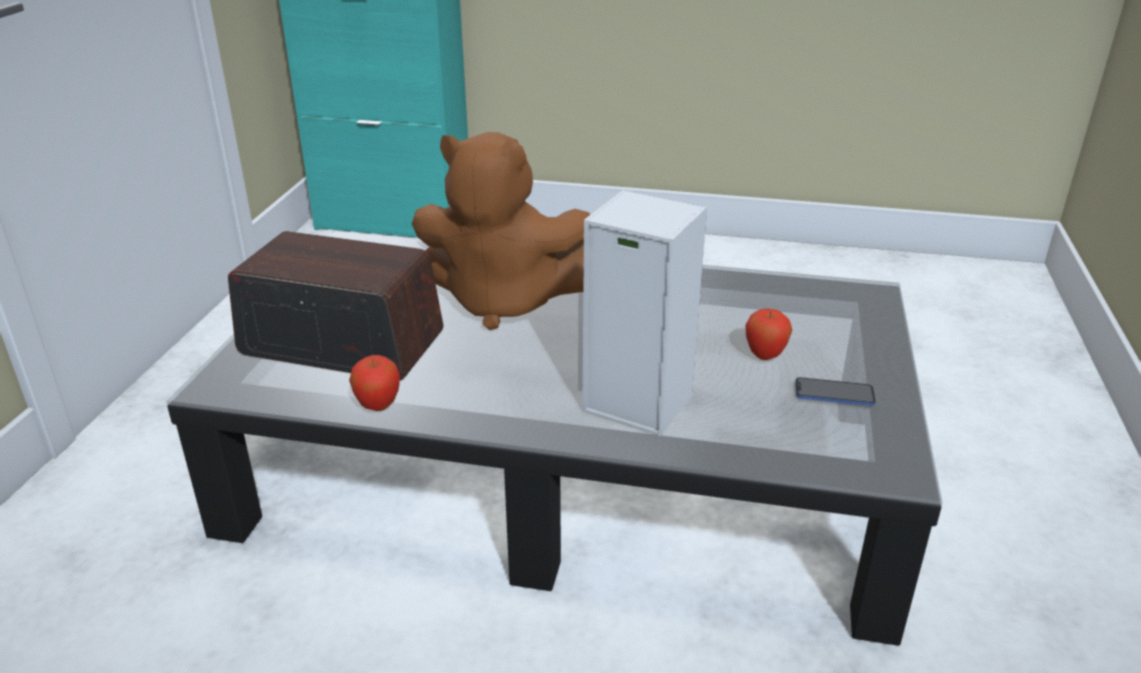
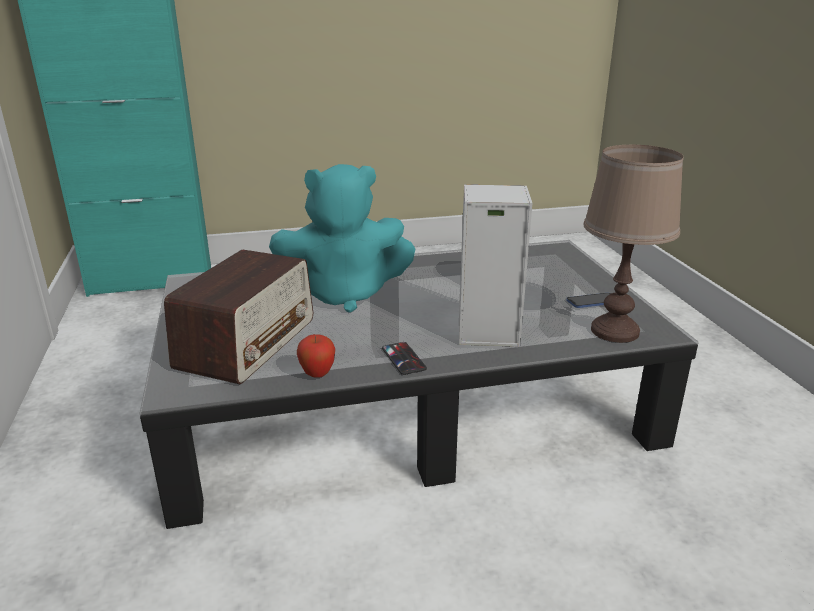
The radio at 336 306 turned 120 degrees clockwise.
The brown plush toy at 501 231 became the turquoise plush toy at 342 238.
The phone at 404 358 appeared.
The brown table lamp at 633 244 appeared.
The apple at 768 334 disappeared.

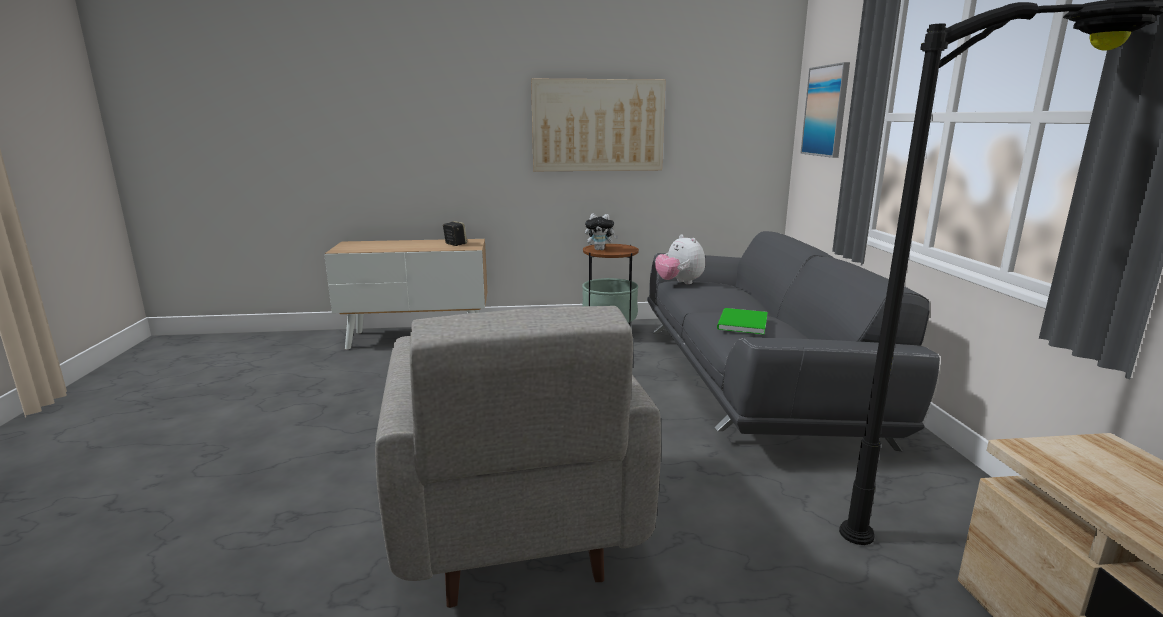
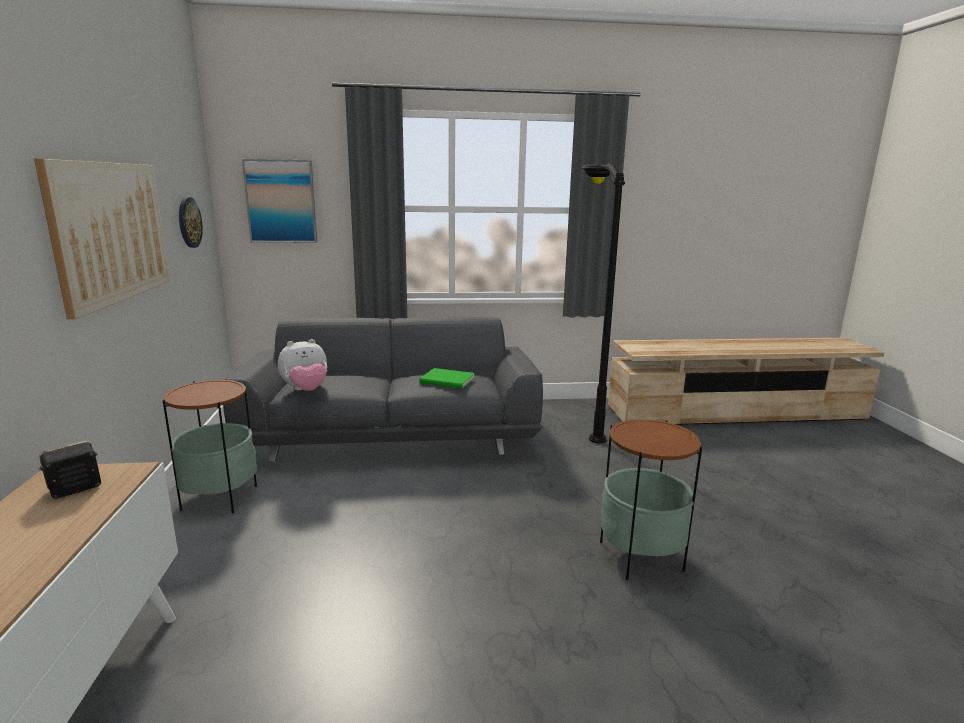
The wall clock at 191 222 appeared.
The grey armchair at 518 457 was replaced by the side table at 651 499.
The plush toy at 601 231 disappeared.

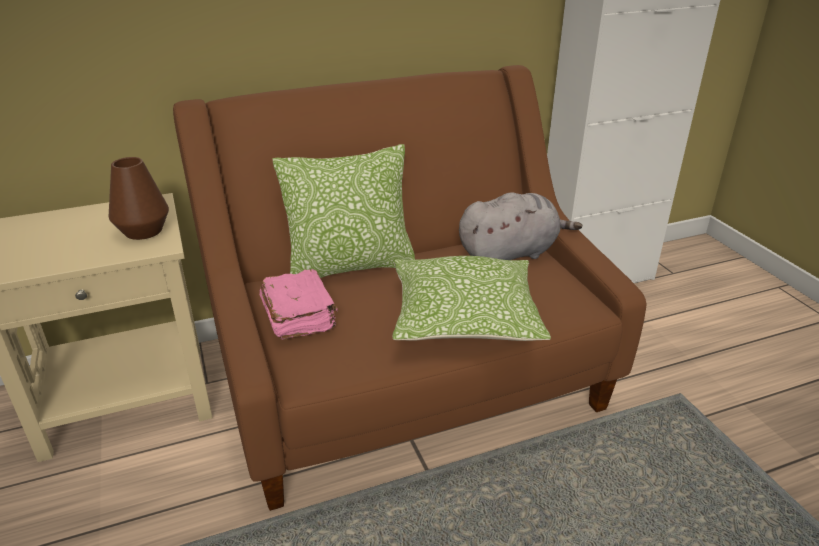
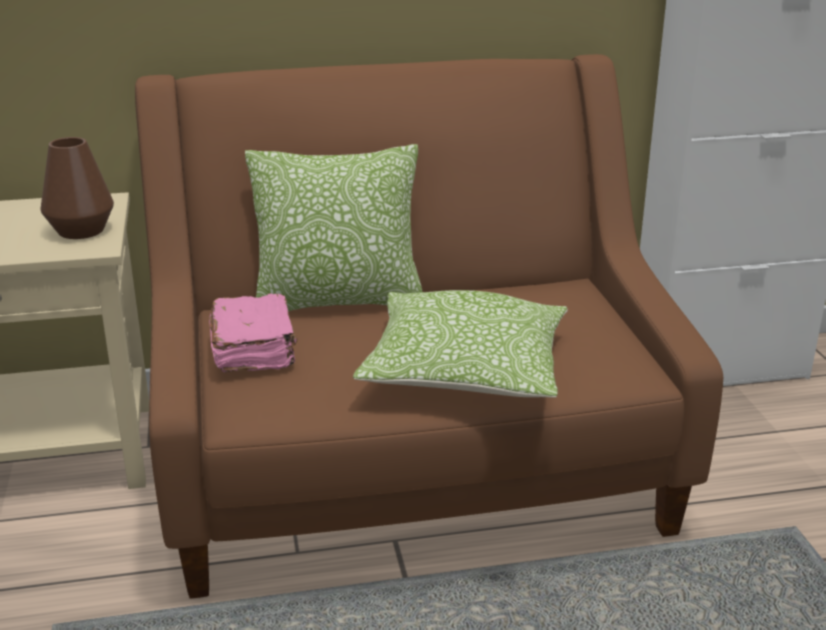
The grey plush toy at 520 226 disappeared.

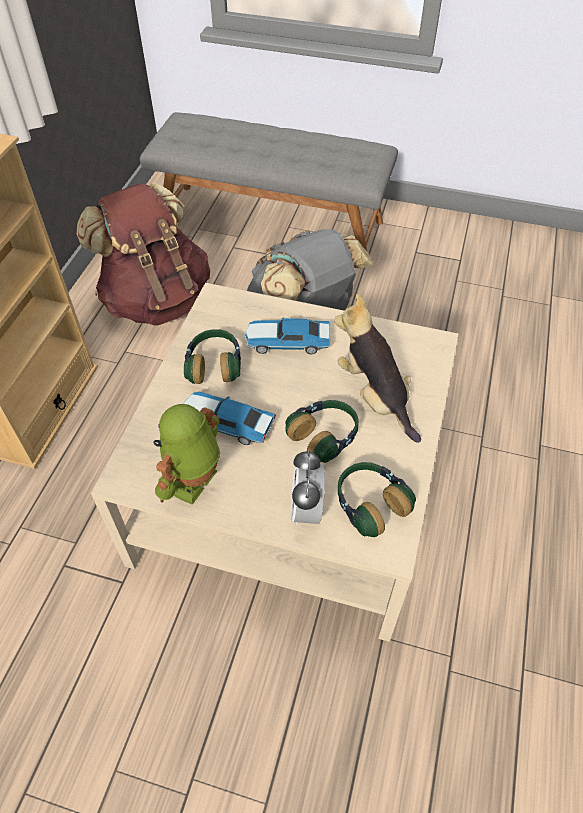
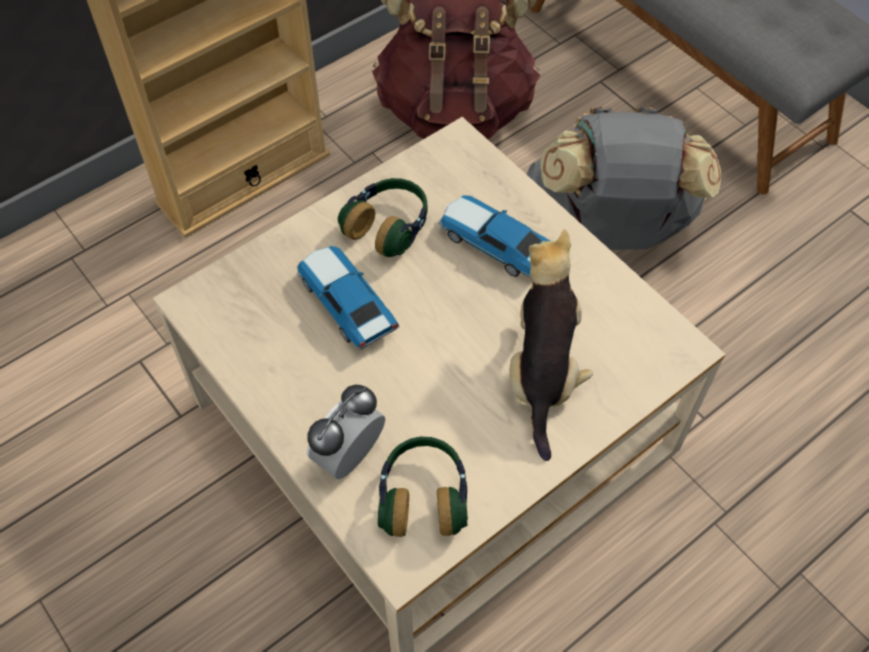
The toy robot at 186 454 disappeared.
The headphones at 322 431 disappeared.

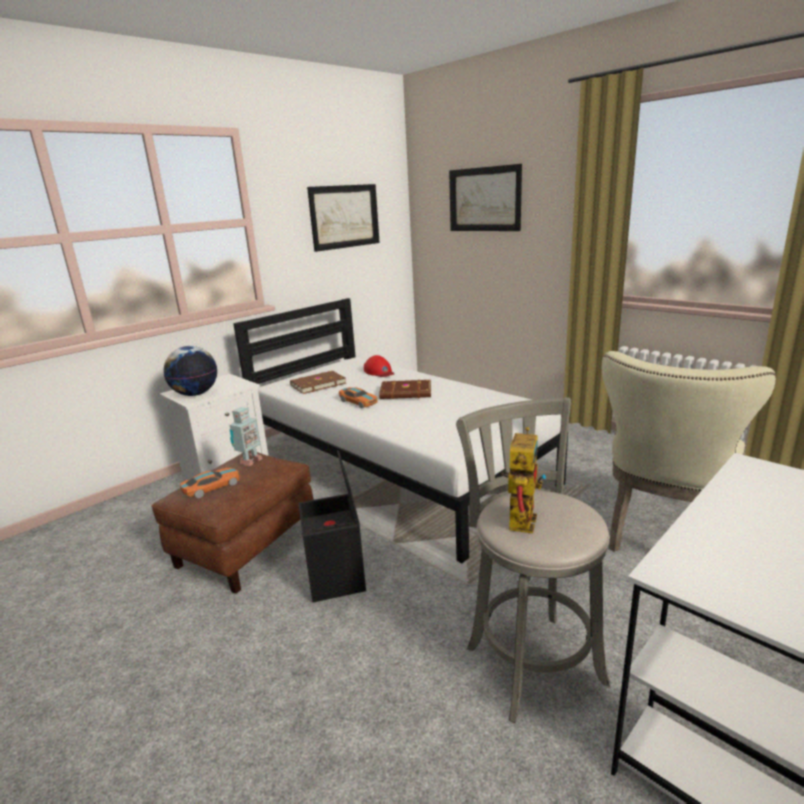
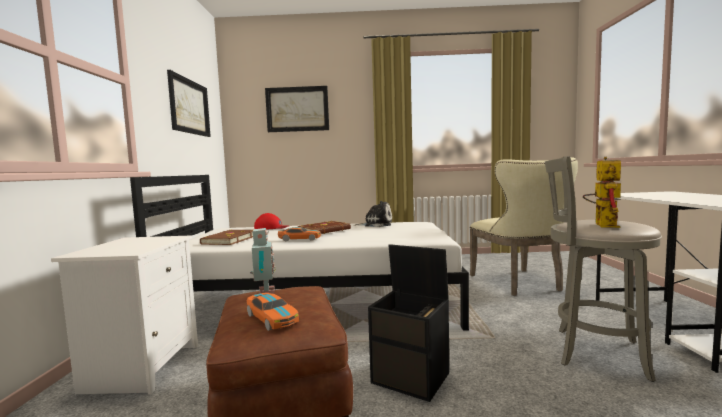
The toy car at 209 483 turned 135 degrees clockwise.
The plush toy at 373 214 appeared.
The toy robot at 523 480 turned 45 degrees clockwise.
The globe at 190 371 disappeared.

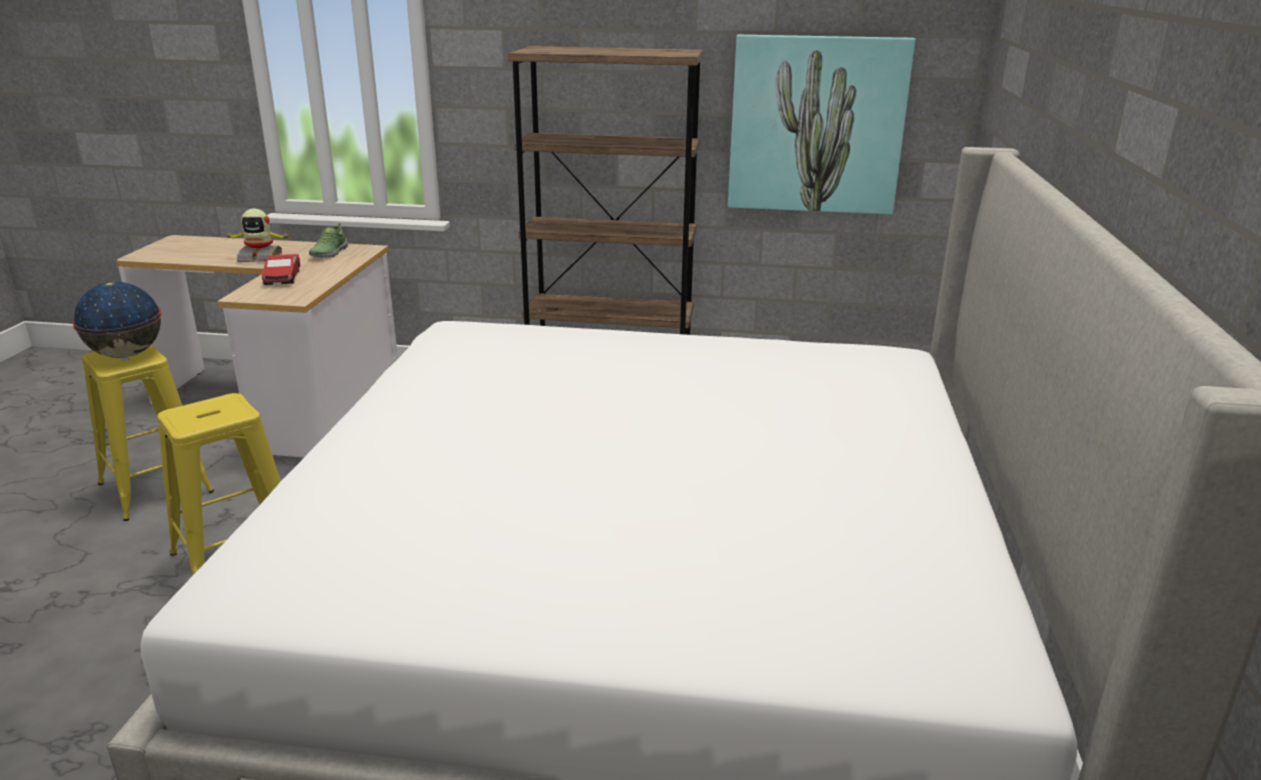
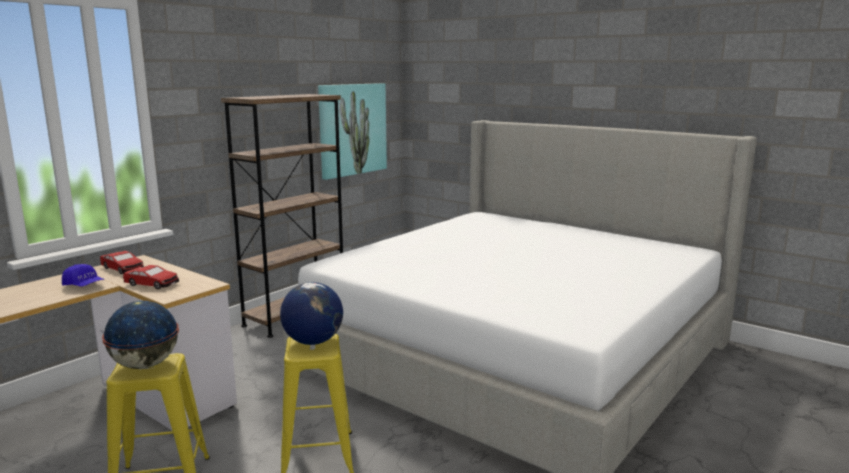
The toy robot at 257 235 was replaced by the blue cap at 83 275.
The shoe at 328 240 was replaced by the toy car at 122 262.
The globe at 311 313 appeared.

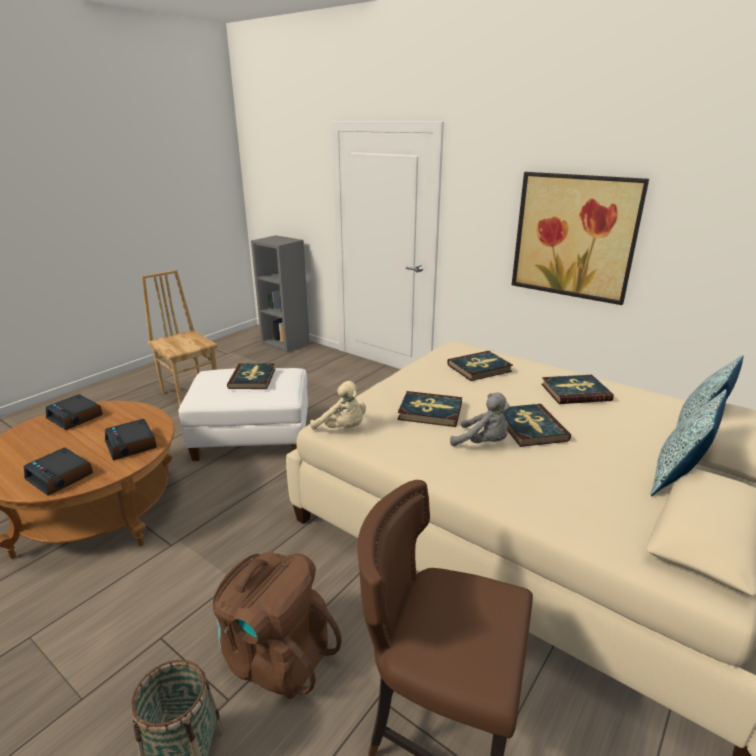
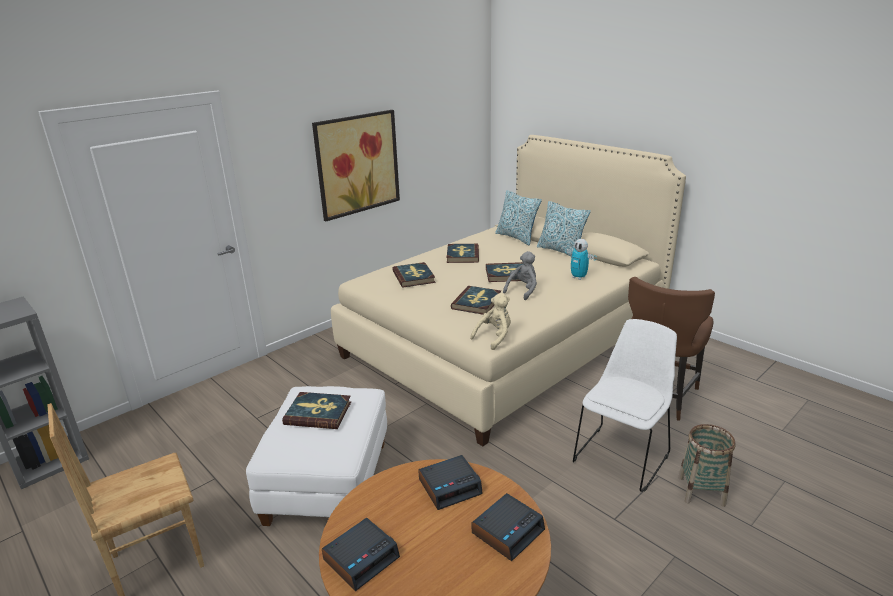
The toy robot at 581 259 appeared.
The brown backpack at 277 625 was replaced by the white chair at 625 405.

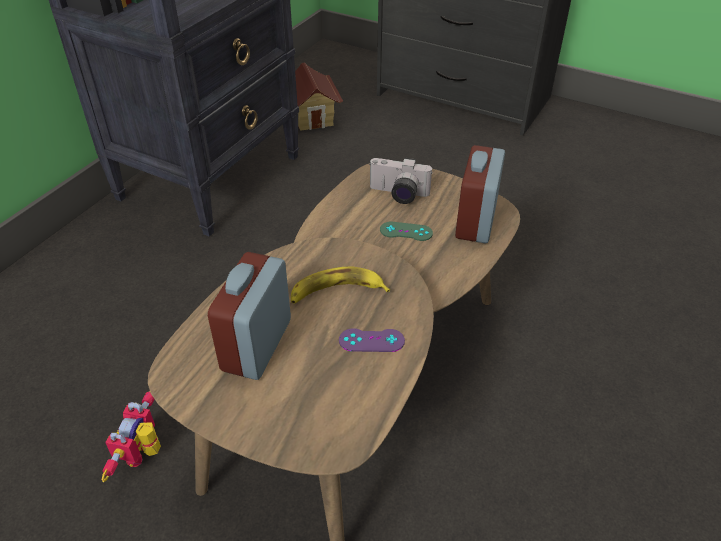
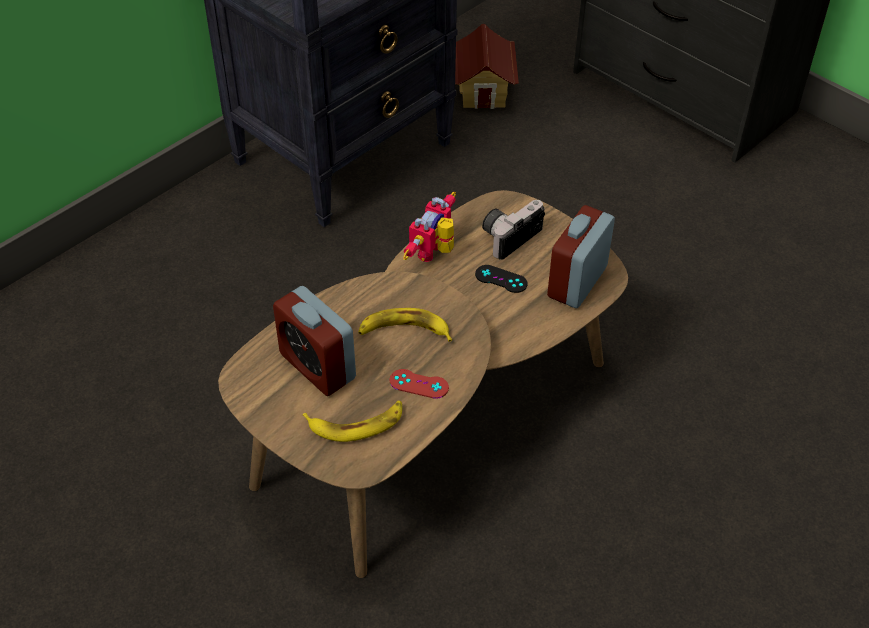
The alarm clock at 249 316 turned 75 degrees counterclockwise.
The banana at 352 421 appeared.
The purple game controller at 372 340 became the red game controller at 419 384.
The toy robot moved from 131 437 to 429 227.
The green game controller at 406 231 became the black game controller at 501 279.
The photo camera at 401 181 turned 105 degrees clockwise.

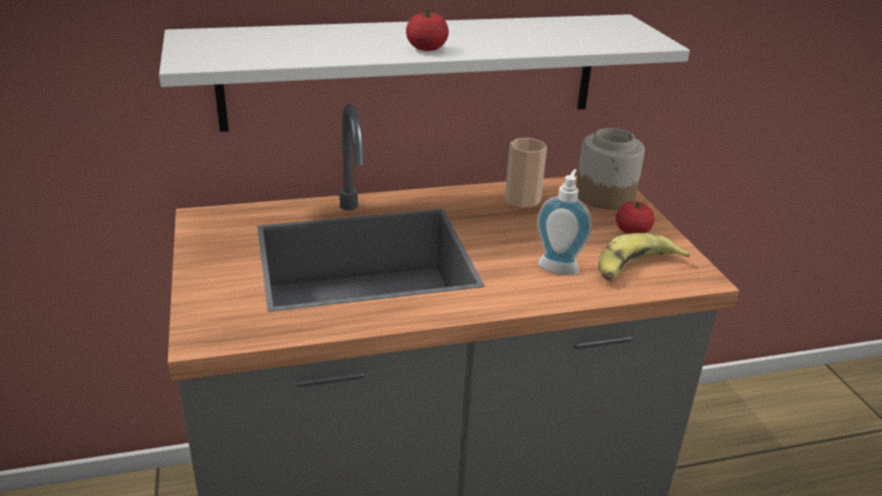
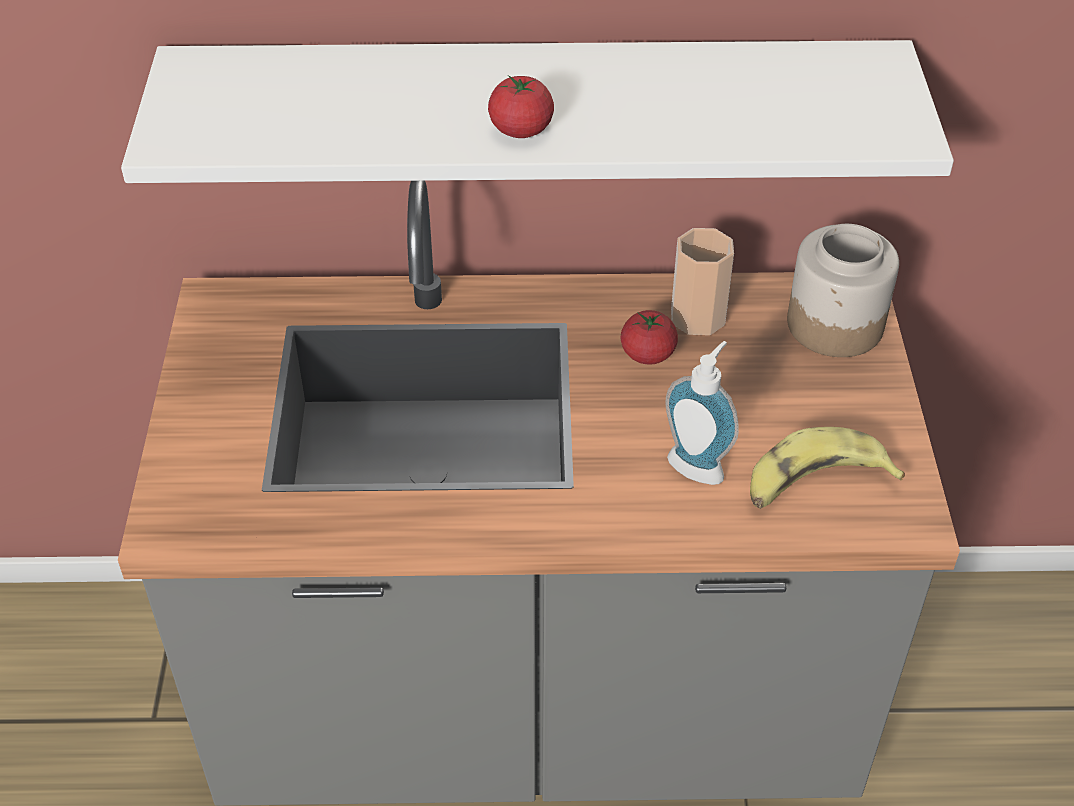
The tomato moved from 635 217 to 649 337.

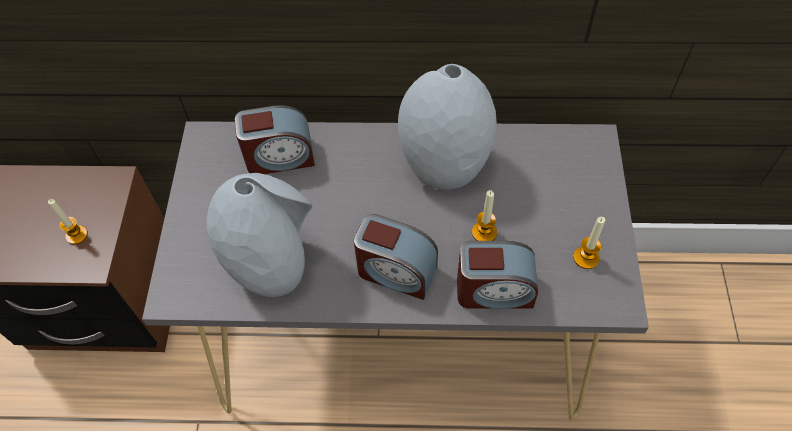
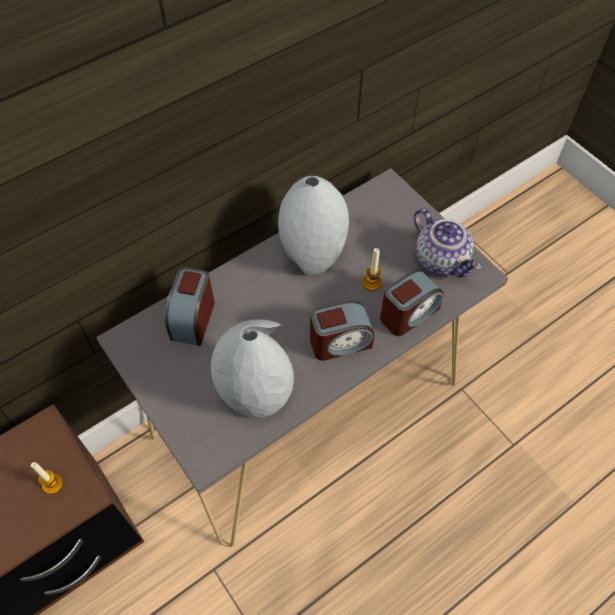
The alarm clock at 275 139 turned 150 degrees clockwise.
The candle at 589 243 was replaced by the teapot at 448 243.

